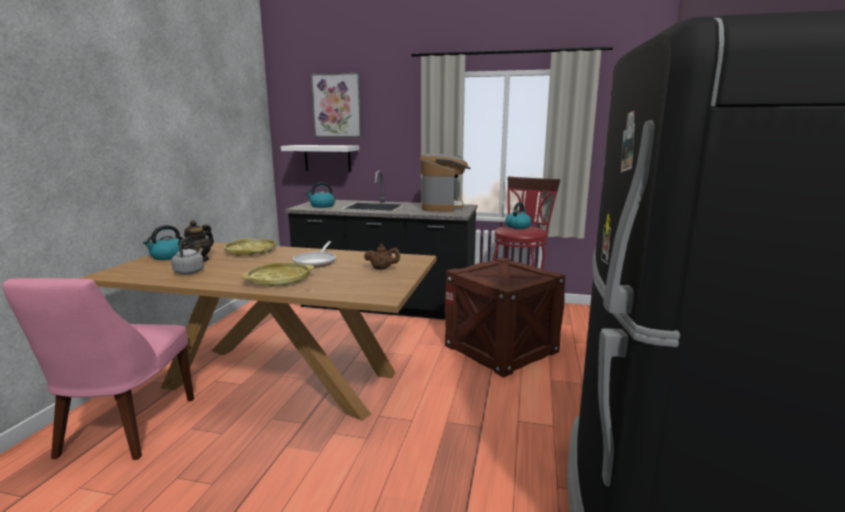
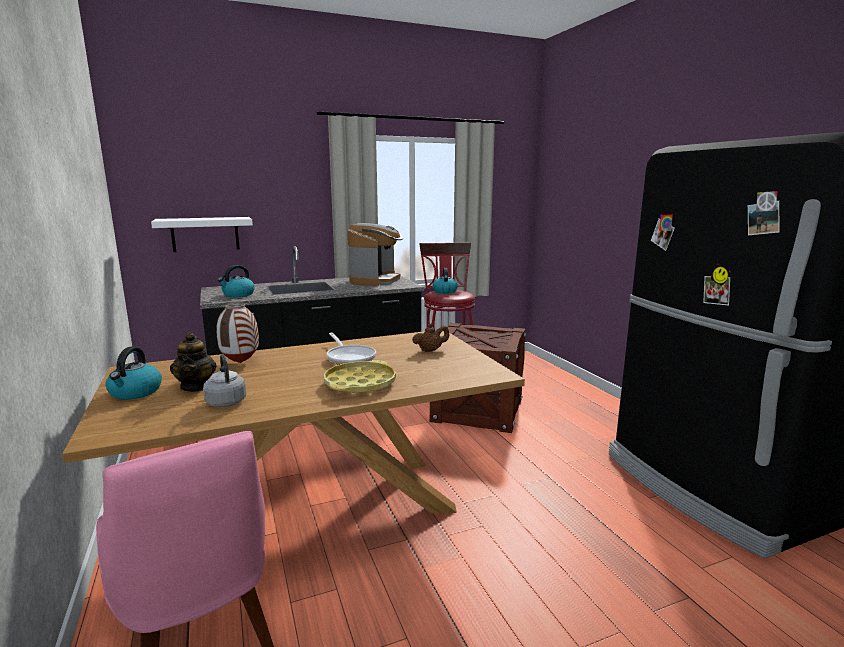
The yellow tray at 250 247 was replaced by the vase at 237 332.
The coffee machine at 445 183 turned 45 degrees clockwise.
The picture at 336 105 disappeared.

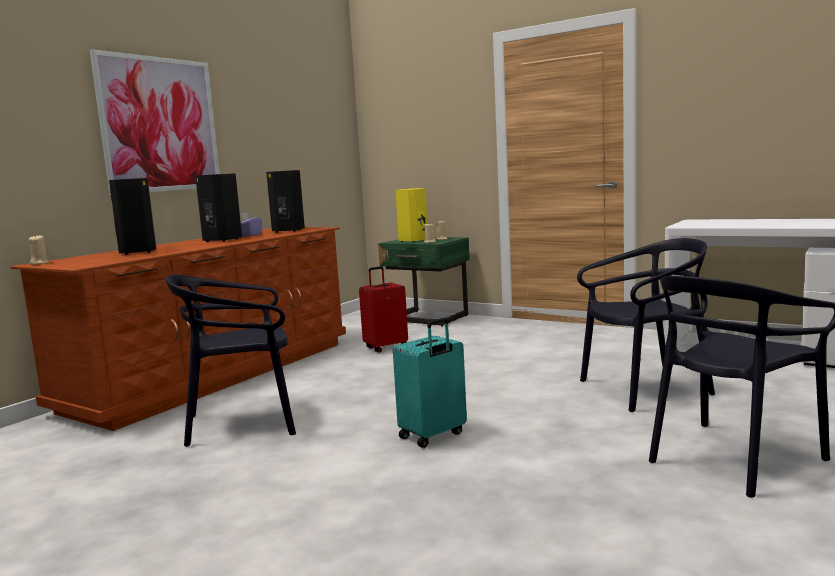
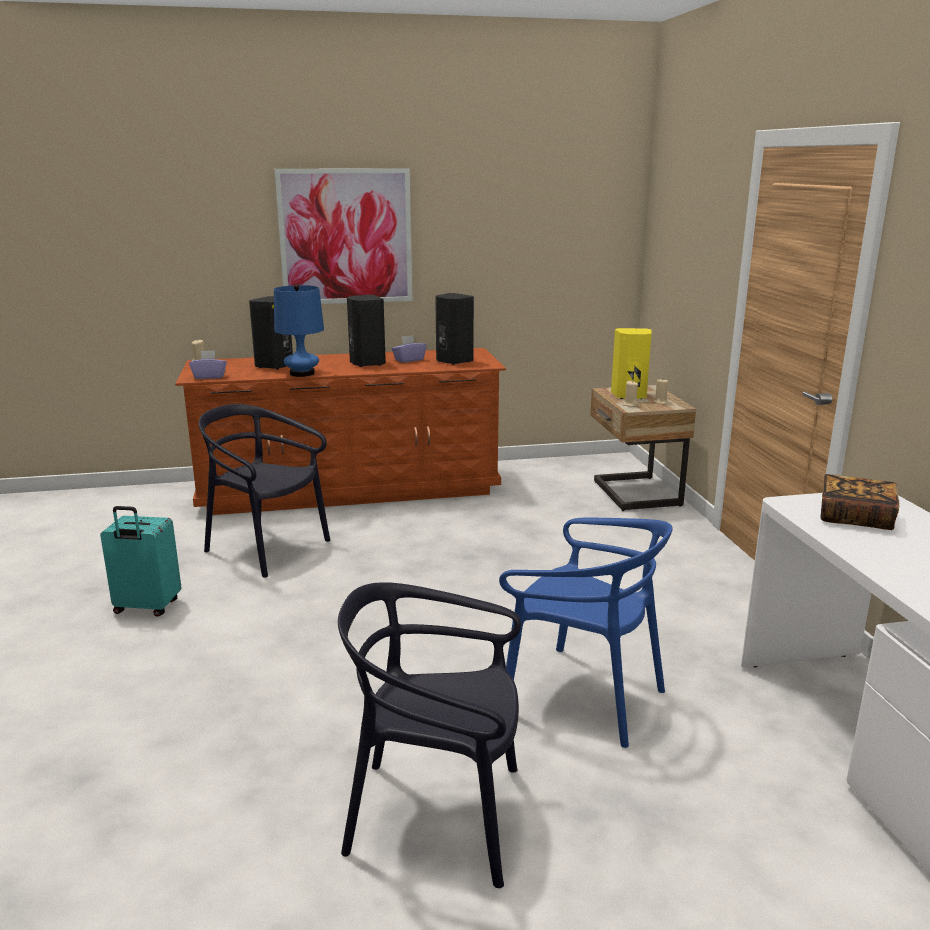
The turquoise suitcase moved from 430 383 to 141 561.
The purple tissue box at 208 364 appeared.
The blue table lamp at 299 331 appeared.
The black chair at 646 325 became the blue chair at 586 633.
The green nightstand at 424 282 became the beige nightstand at 643 448.
The book at 860 502 appeared.
The red suitcase at 383 309 disappeared.

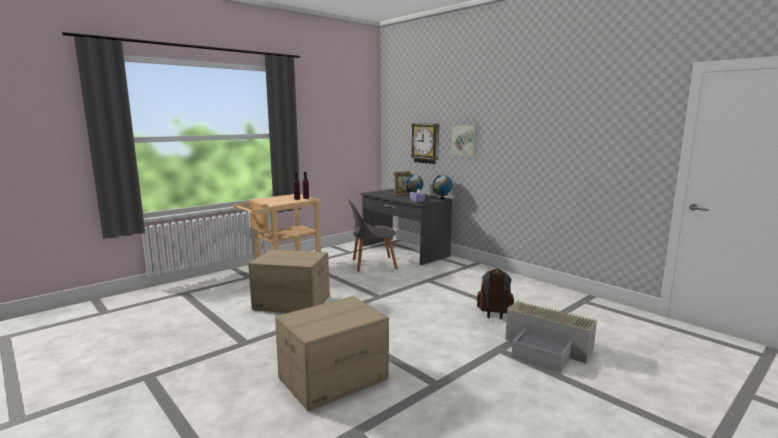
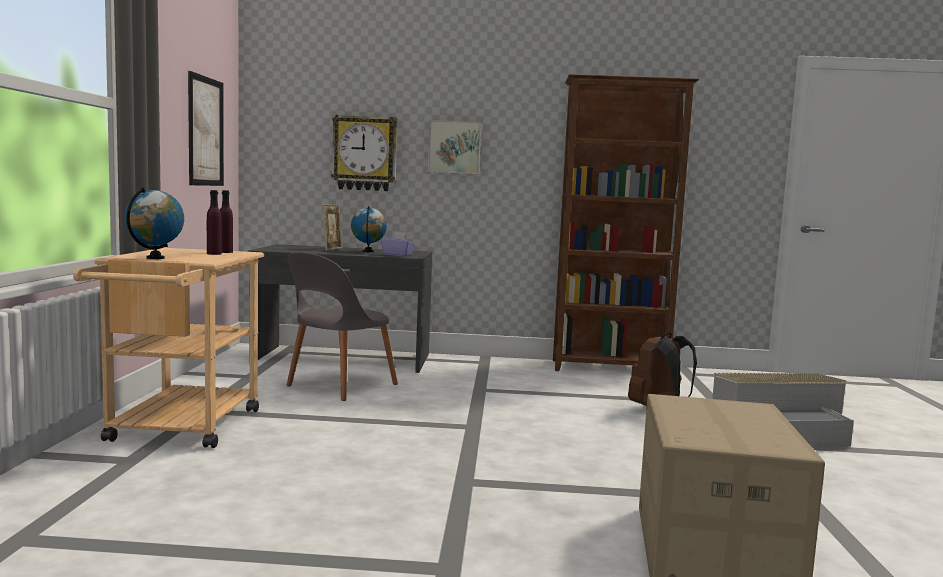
The globe moved from 443 187 to 154 223.
The picture at 206 128 appeared.
The brown bookcase at 626 222 appeared.
The cardboard box at 289 281 disappeared.

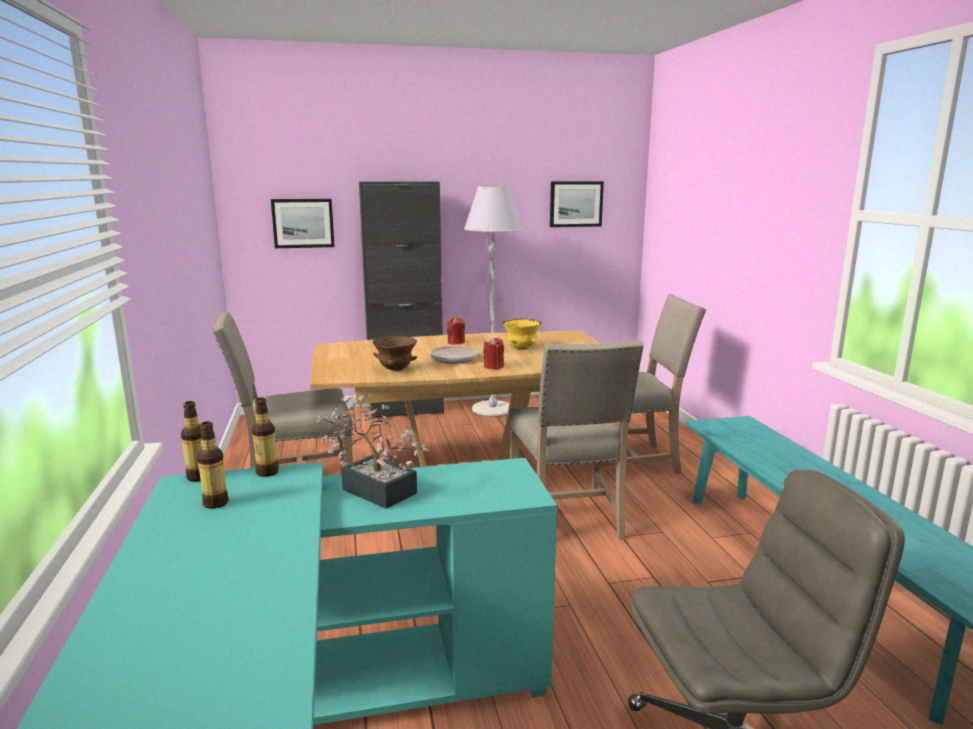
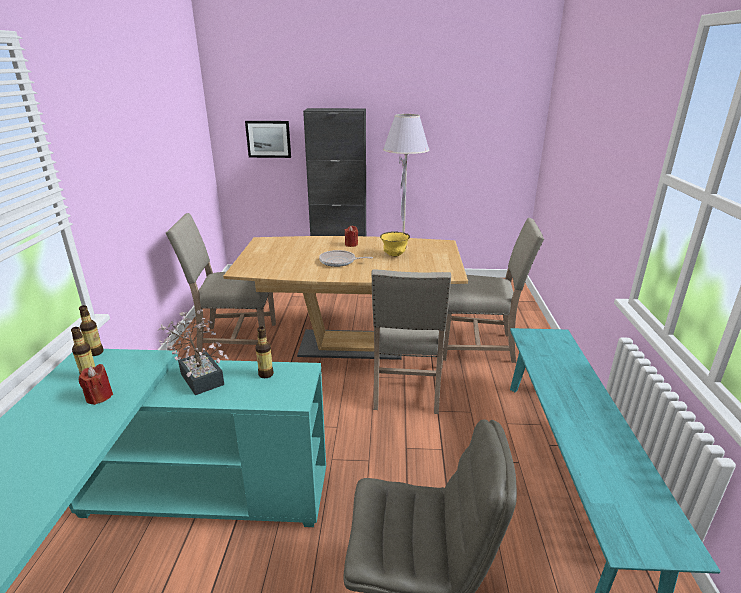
The red candle moved from 493 353 to 96 384.
The bottle moved from 265 437 to 264 352.
The brown bowl at 395 353 disappeared.
The picture at 577 204 disappeared.

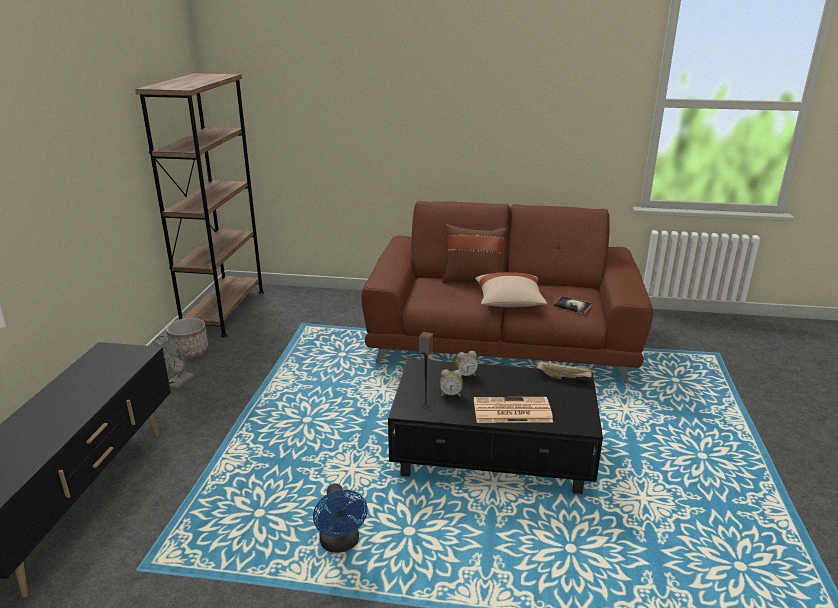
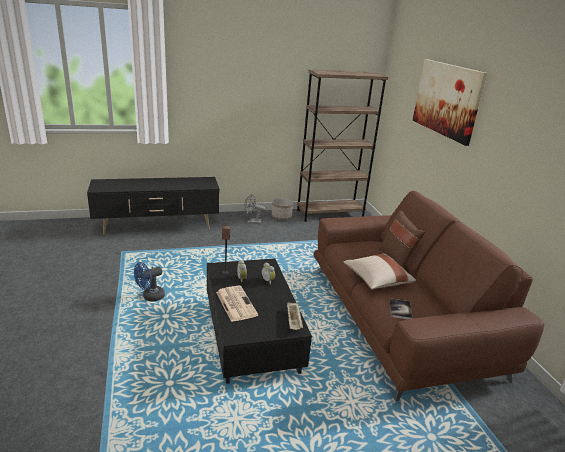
The picture at 450 102 appeared.

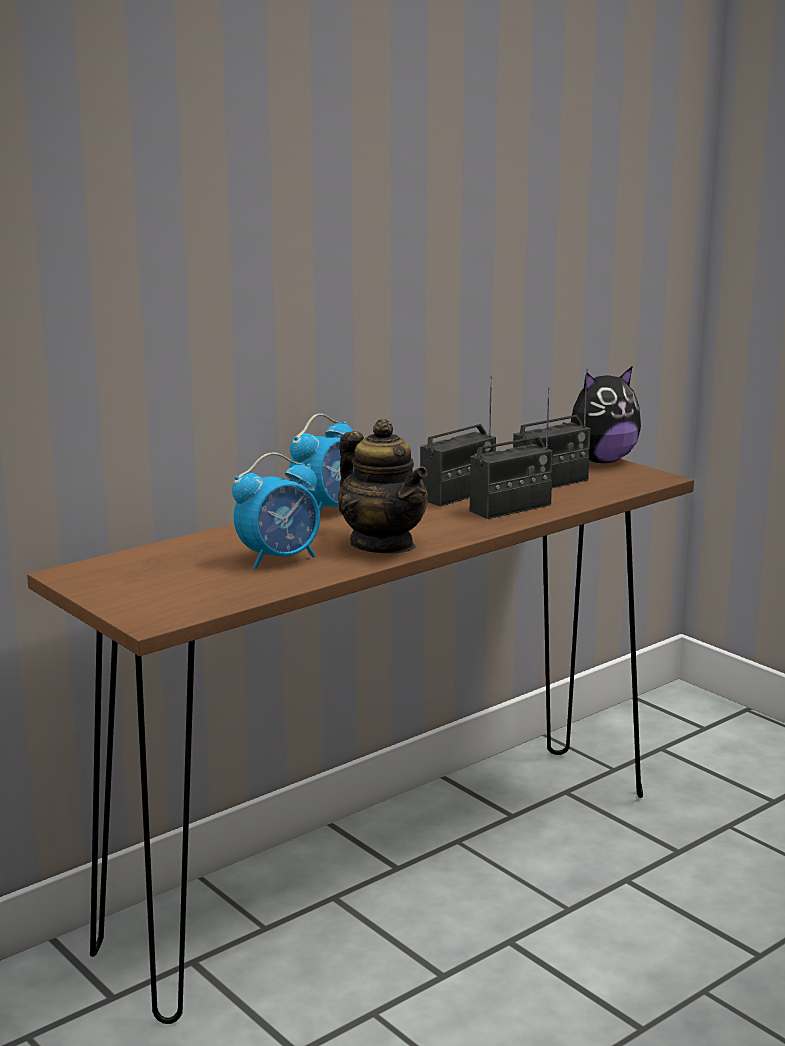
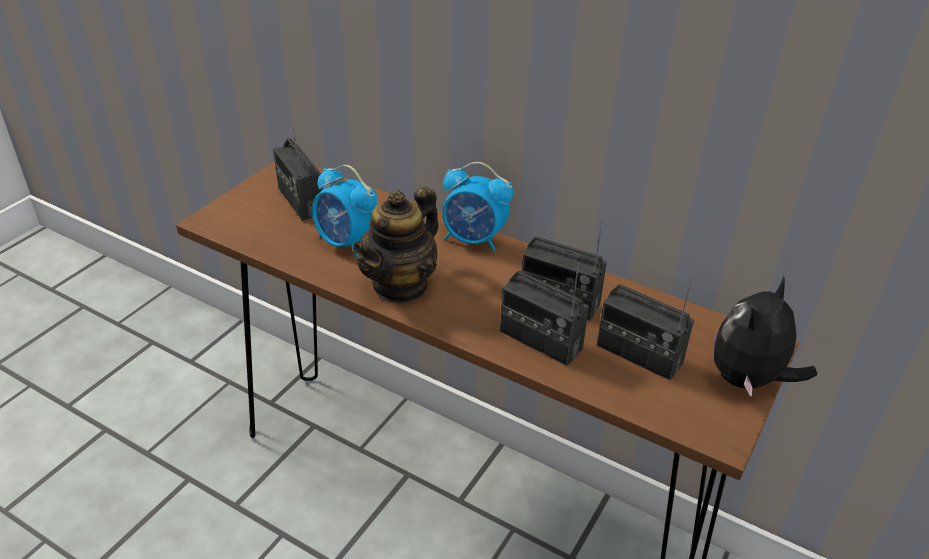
The radio at 298 174 appeared.
The plush toy at 602 415 turned 90 degrees clockwise.

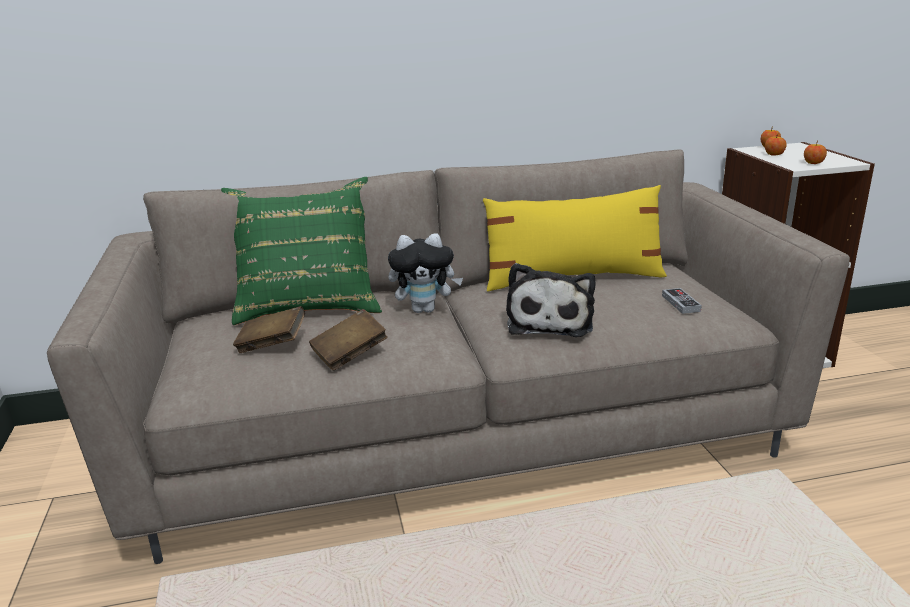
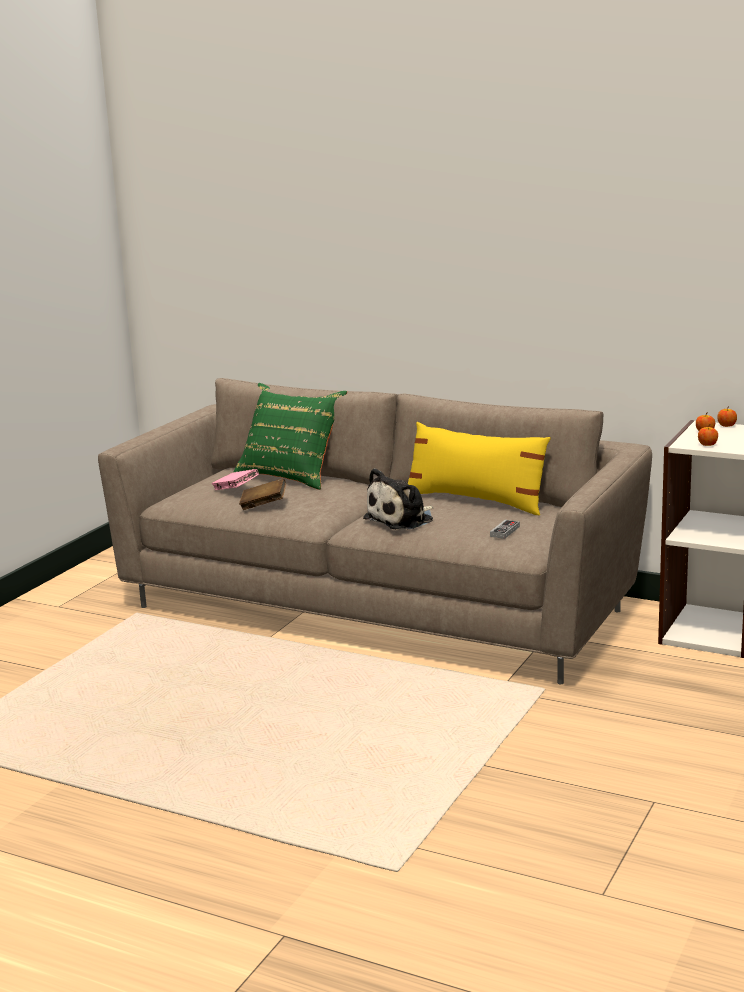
The brown book at 269 329 became the pink book at 235 479.
The plush toy at 425 273 disappeared.

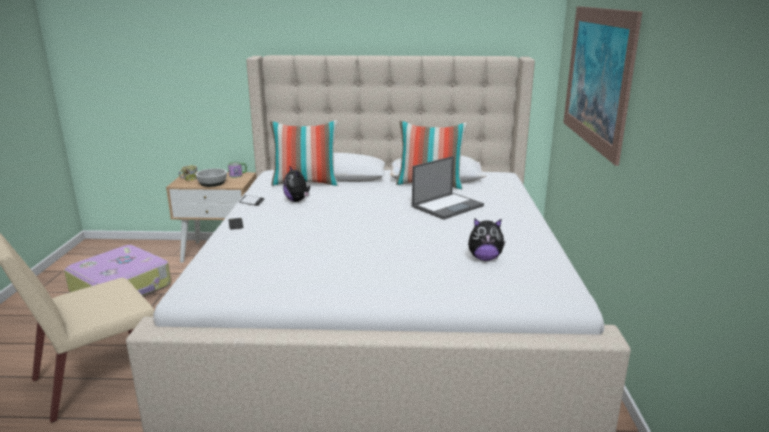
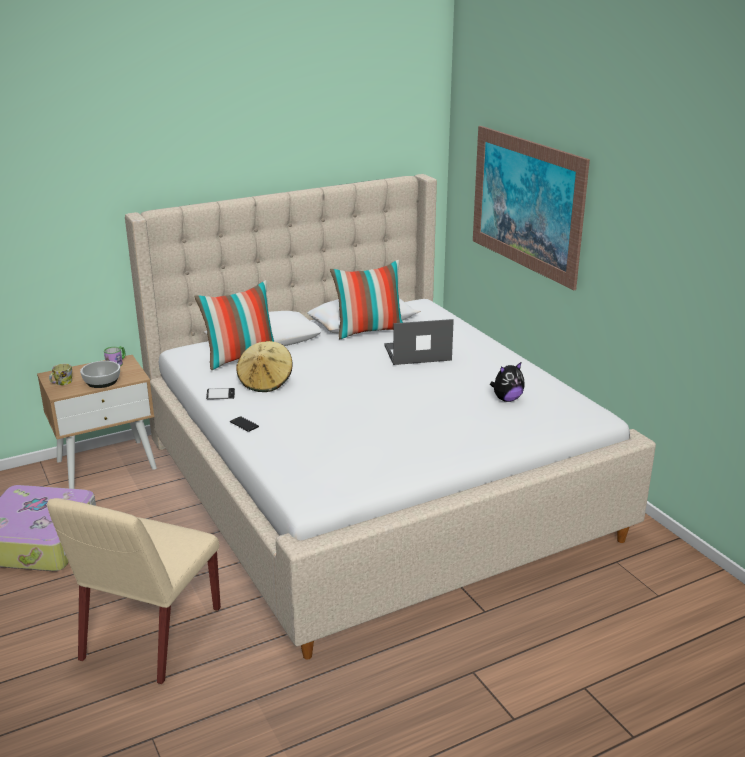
The plush toy at 296 183 was replaced by the beige hat at 264 366.
The laptop at 448 188 turned 120 degrees counterclockwise.

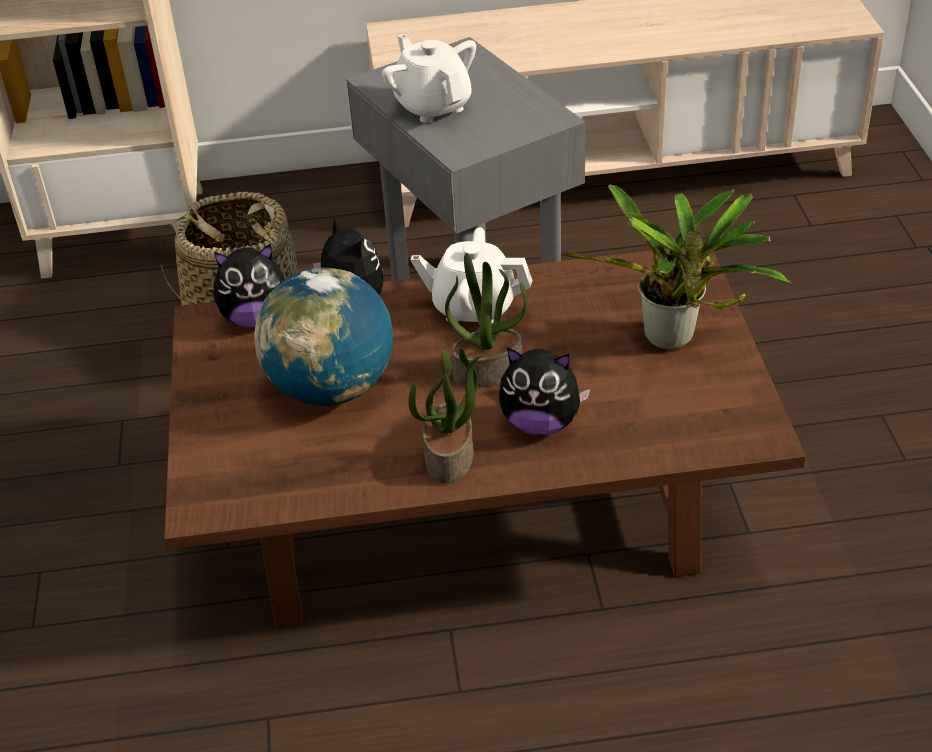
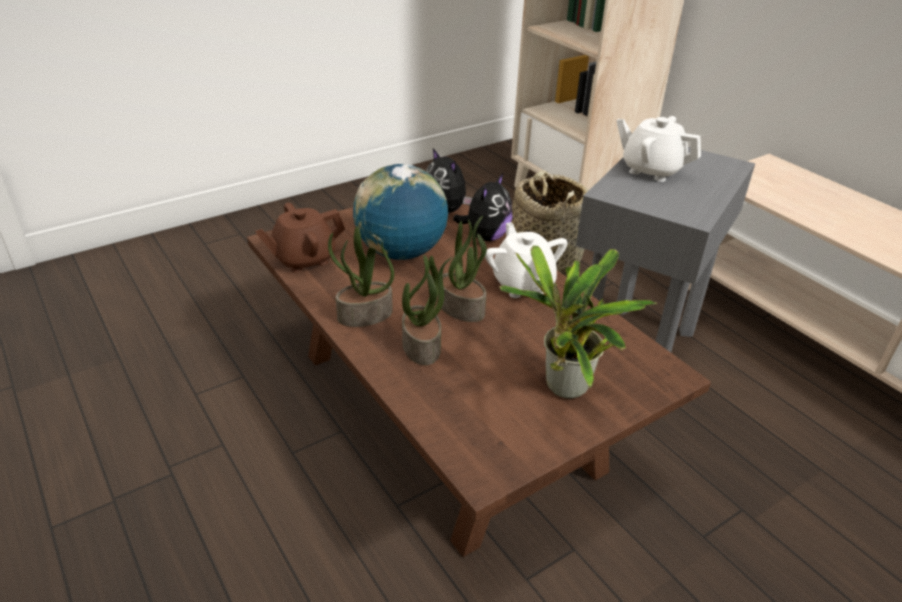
The brown teapot at 300 238 appeared.
The plush toy at 545 391 was replaced by the potted plant at 427 310.
The white teapot at 429 78 turned 90 degrees counterclockwise.

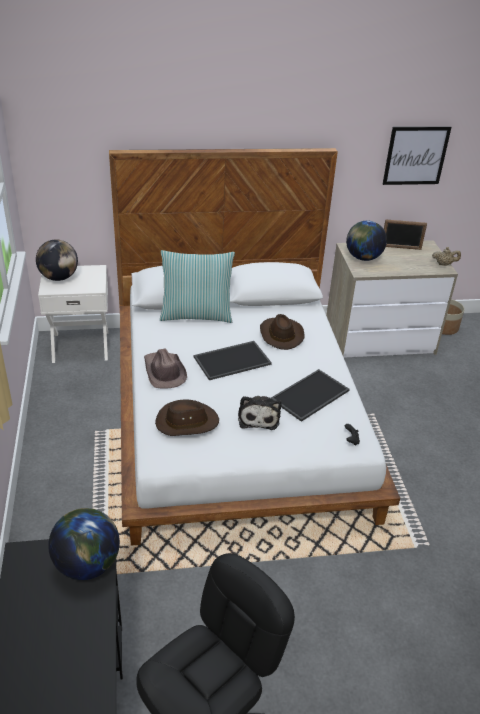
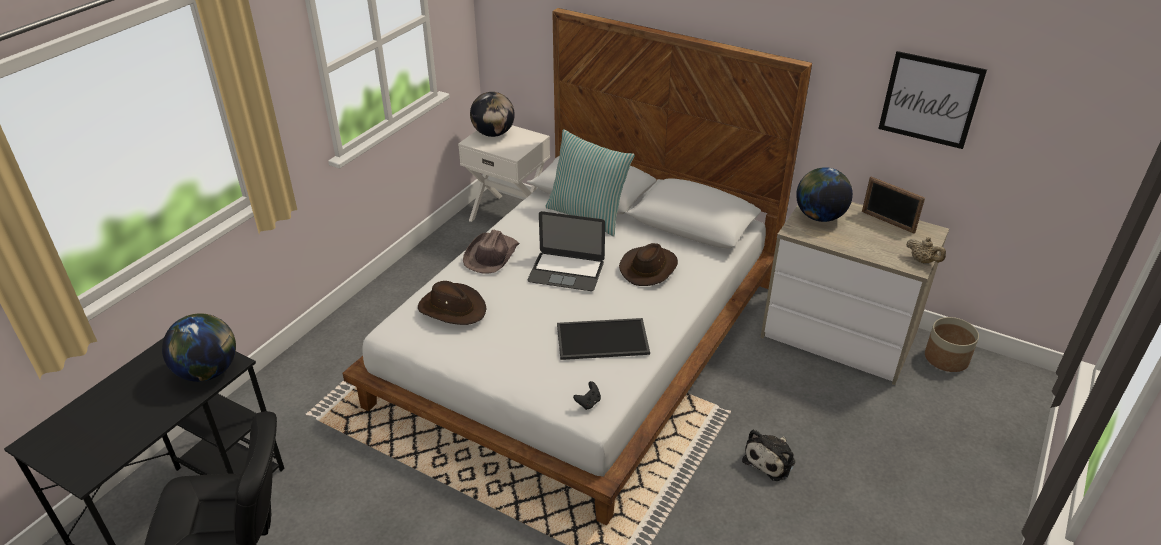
The tray at 232 360 was replaced by the laptop at 566 251.
The plush toy moved from 259 413 to 768 455.

